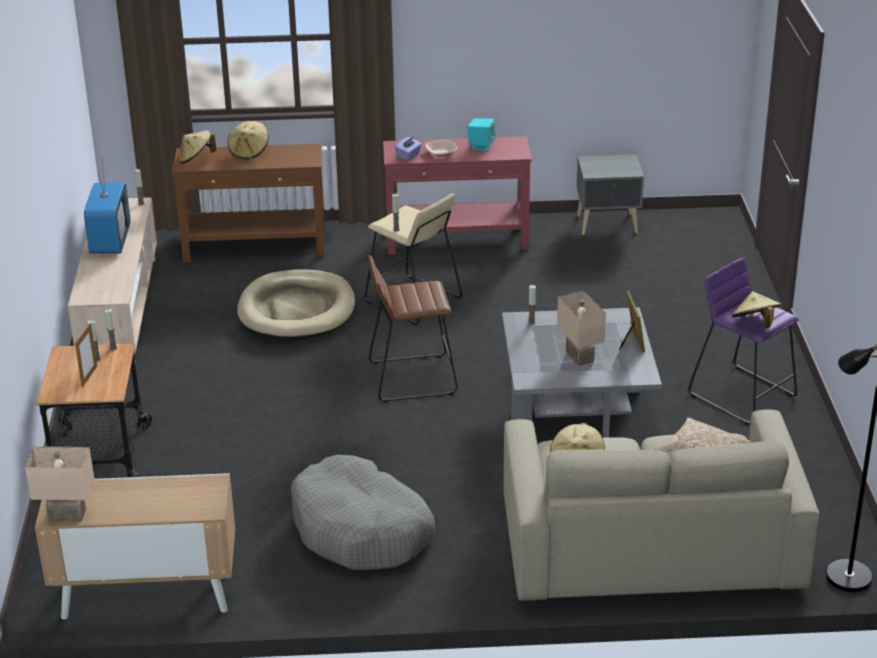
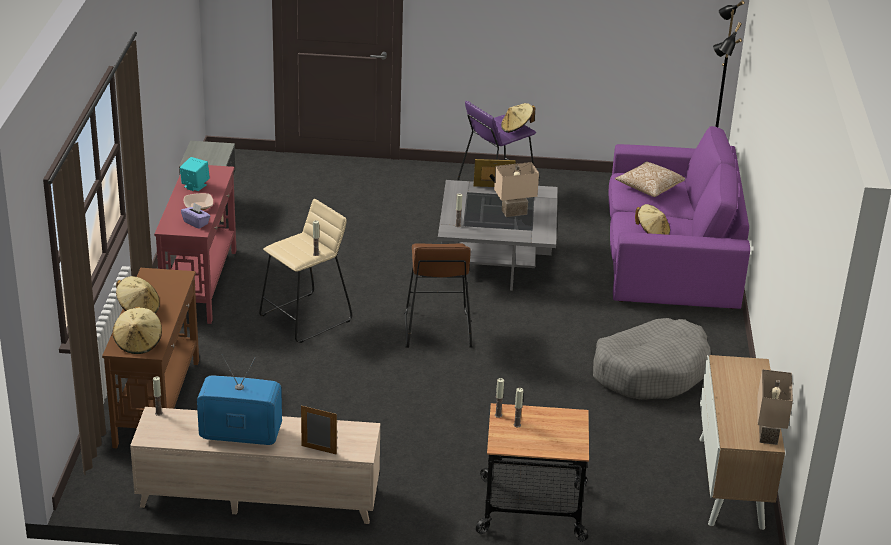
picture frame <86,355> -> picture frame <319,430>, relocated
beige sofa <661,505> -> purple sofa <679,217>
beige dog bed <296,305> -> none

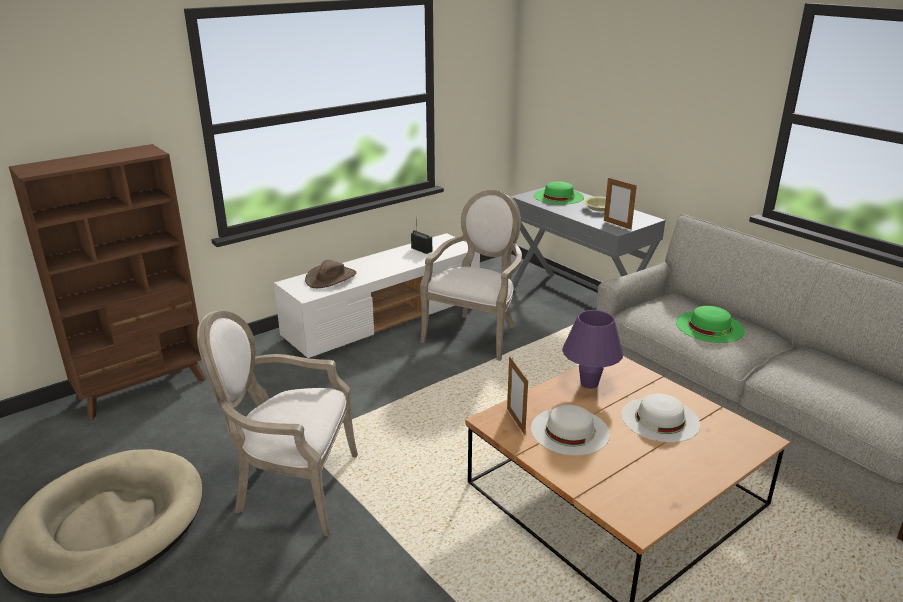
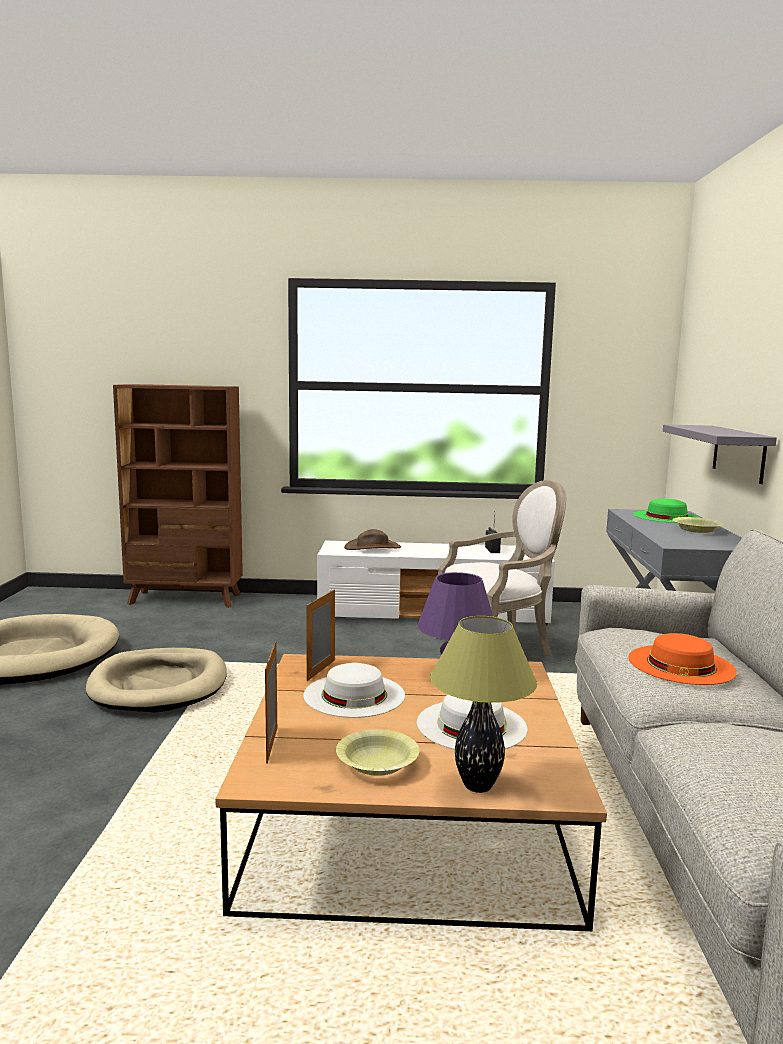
armchair <277,423> -> beige dog bed <156,680>
picture frame <620,204> -> picture frame <271,703>, relocated
none -> yellow bowl <377,752>
none -> table lamp <483,704>
green hat <710,324> -> orange hat <683,659>
none -> grey shelf <720,454>

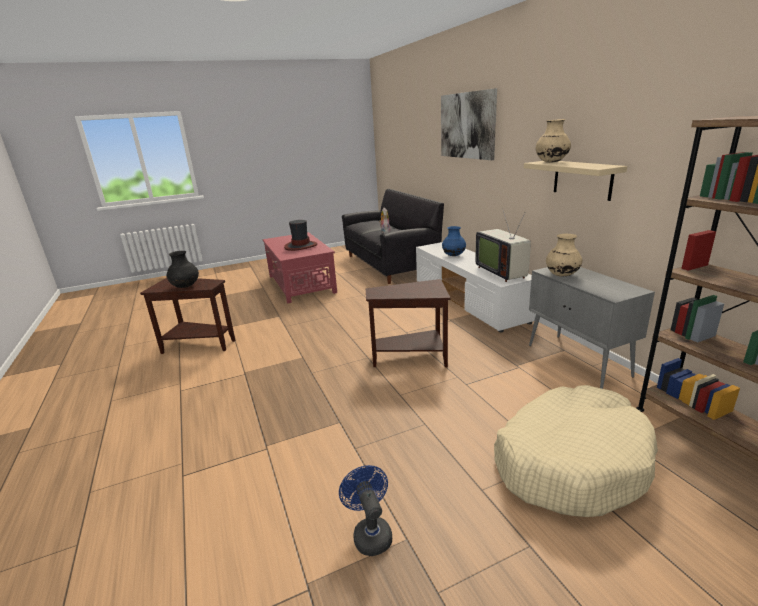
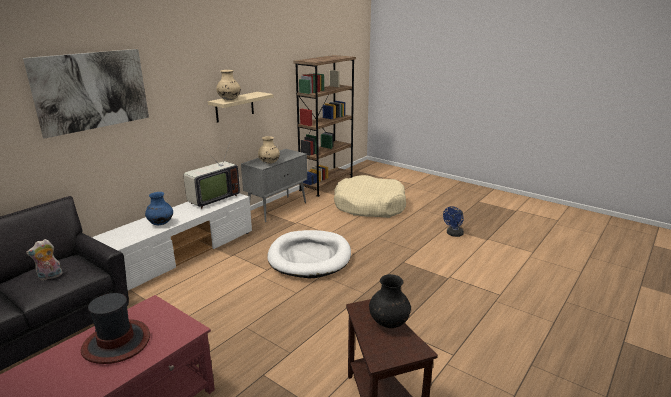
brown side table <408,323> -> white dog bed <309,254>

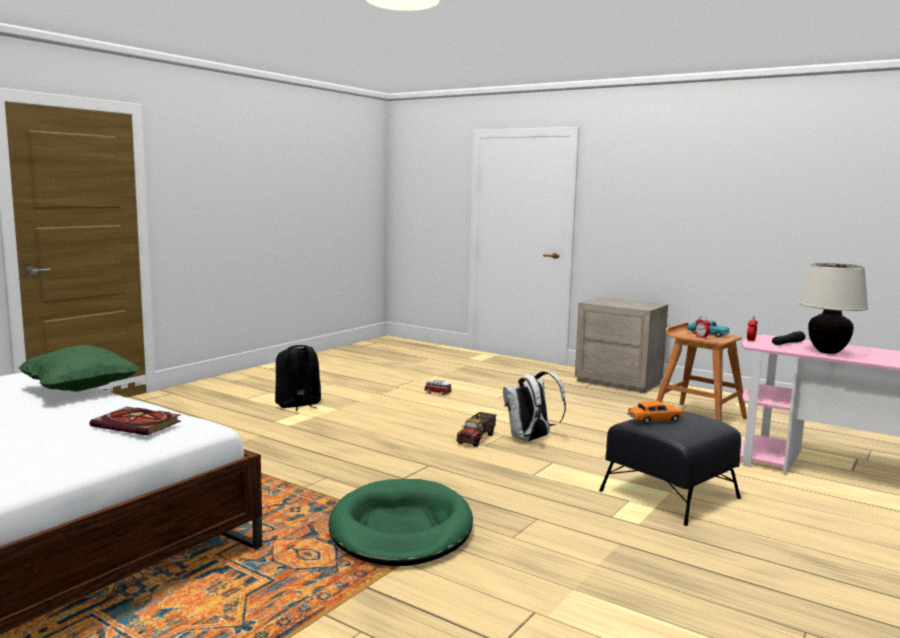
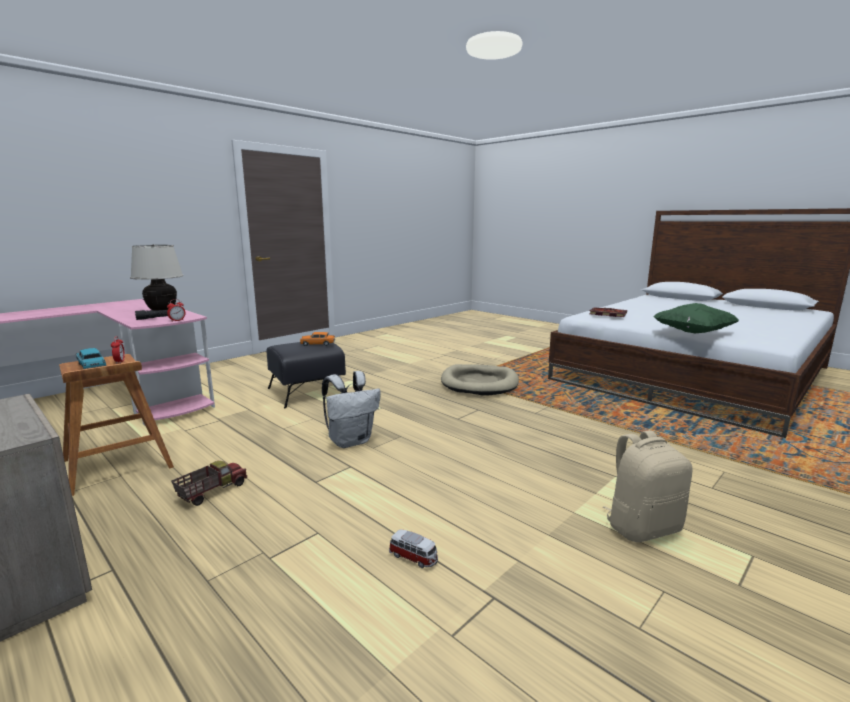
toy truck <476,429> -> toy truck <209,483>, relocated
green dog bed <401,522> -> beige dog bed <480,380>
black backpack <298,378> -> beige backpack <647,486>

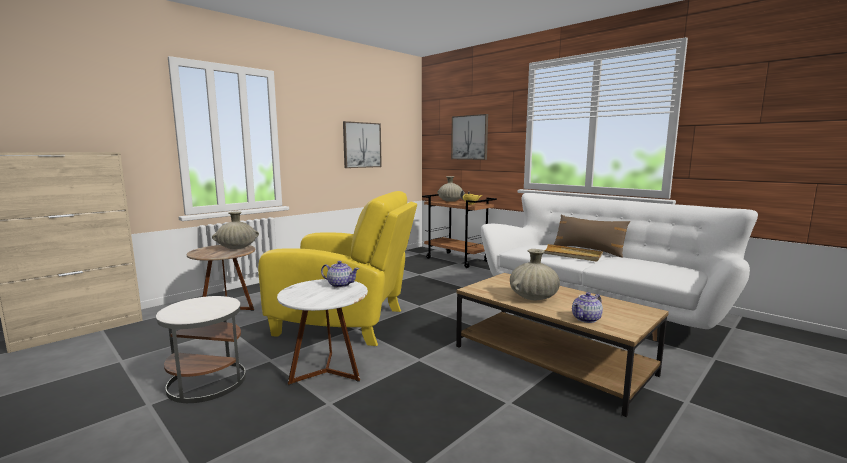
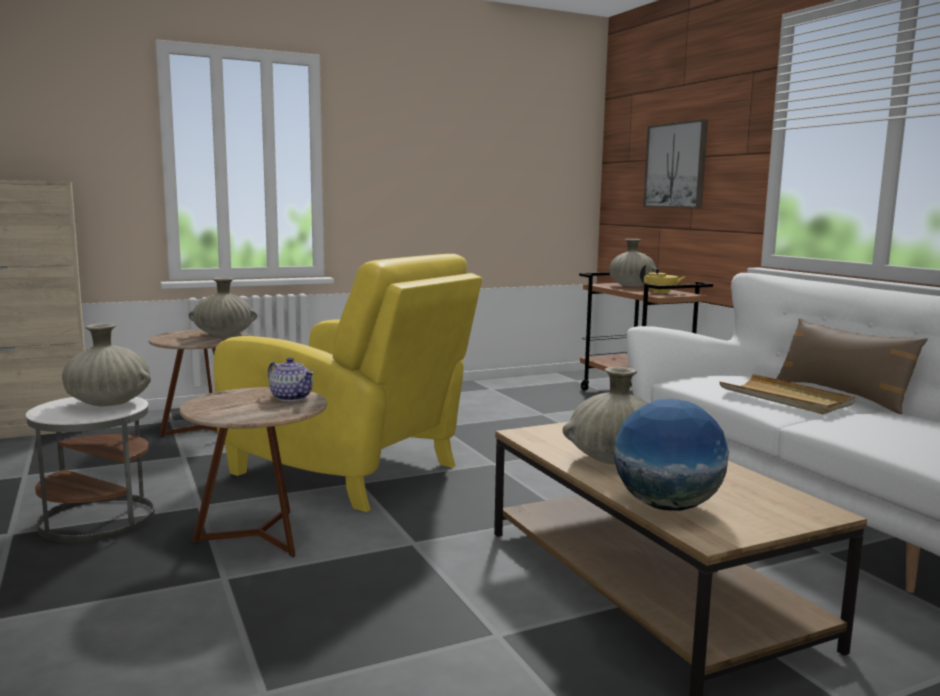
none -> beige vase <106,364>
white side table <322,332> -> brown side table <253,472>
teapot <587,307> -> globe <671,454>
picture <362,144> -> none

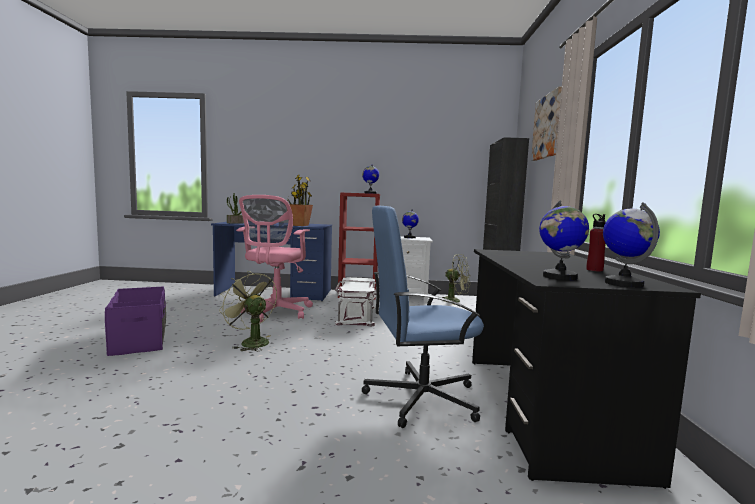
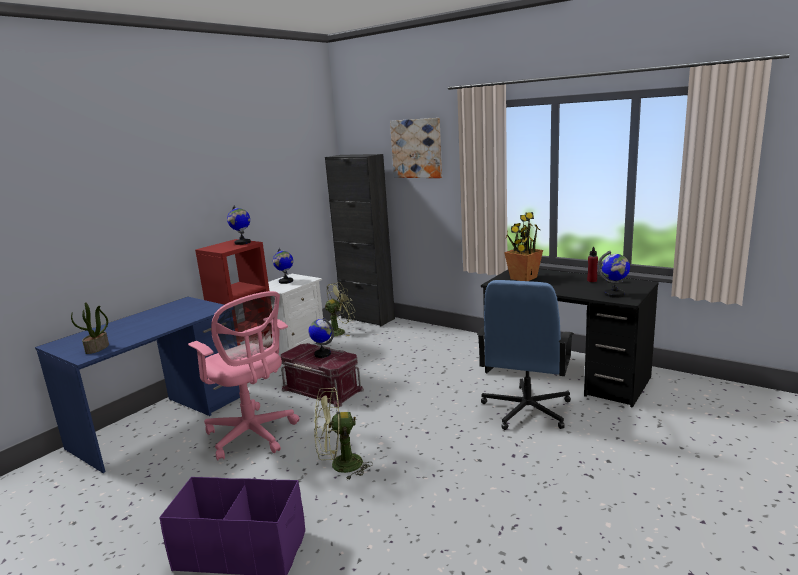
white storage box <357,302> -> red storage box <322,375>
globe <631,245> -> globe <321,338>, relocated
potted plant <300,200> -> potted plant <523,246>, relocated

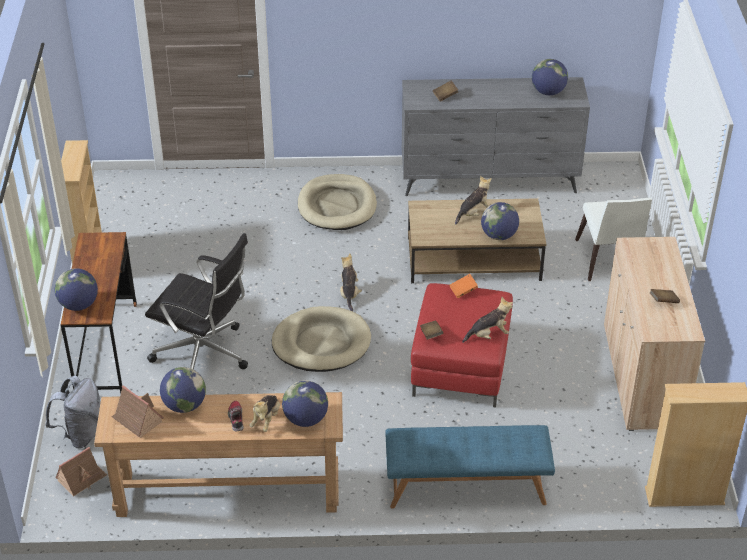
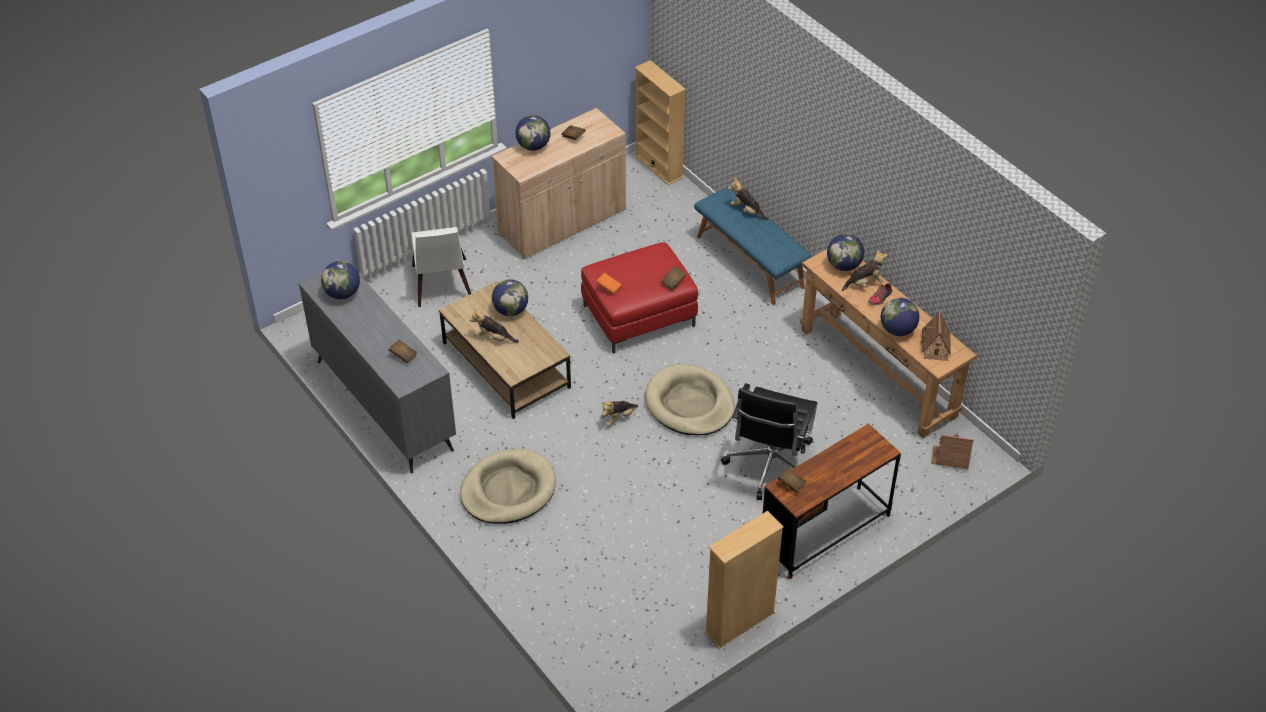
white chair <613,239> -> white chair <441,267>, 120 degrees clockwise
globe <76,289> -> globe <533,133>, relocated
black office chair <196,301> -> black office chair <769,441>, 150 degrees counterclockwise
plush toy <487,320> -> plush toy <748,199>, relocated
none -> brown book <792,480>
grey backpack <73,412> -> none

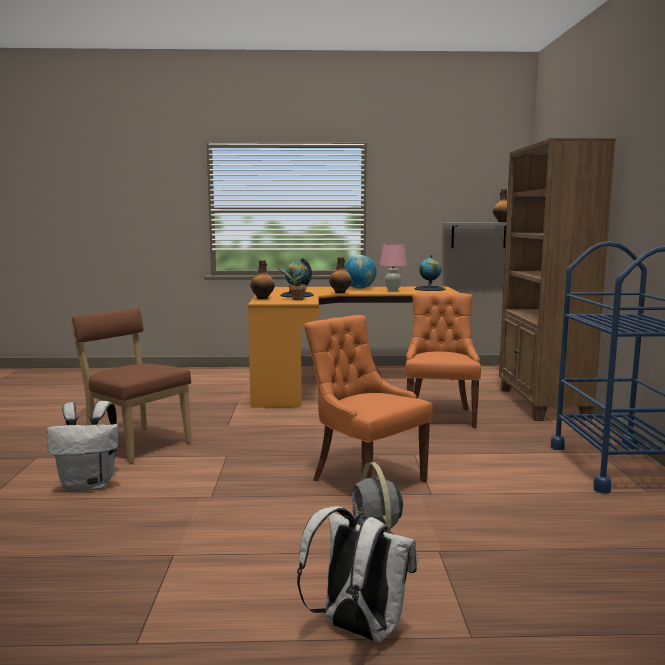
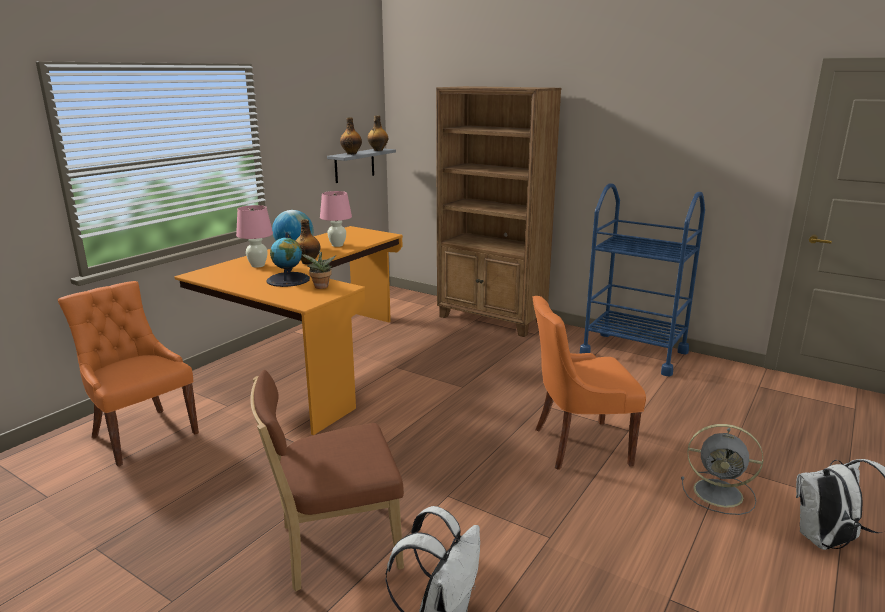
orange chair <443,360> -> orange chair <128,374>, relocated
none -> pink table lamp <254,236>
bottle <262,279> -> bottle <351,136>, relocated
globe <429,273> -> none

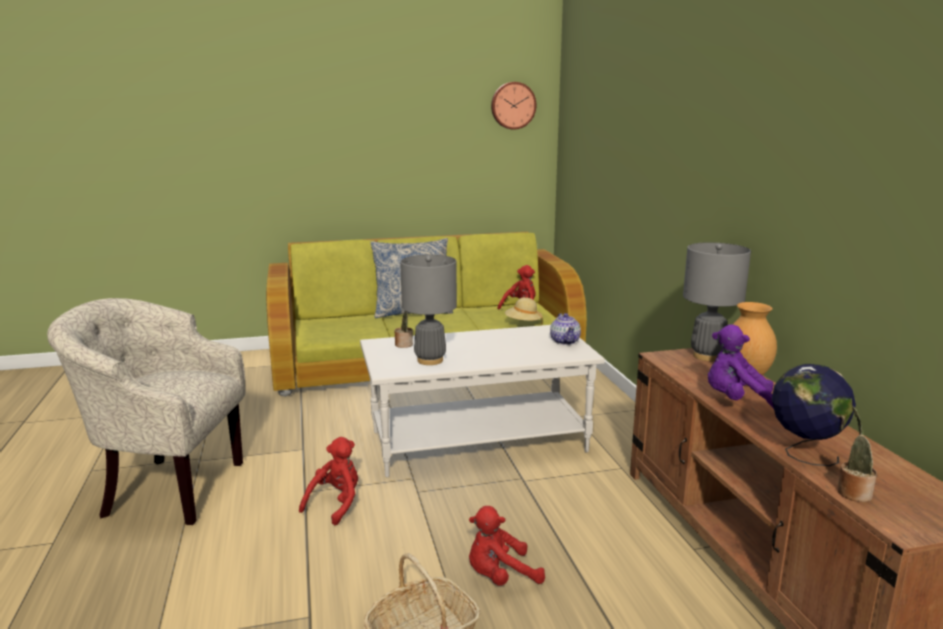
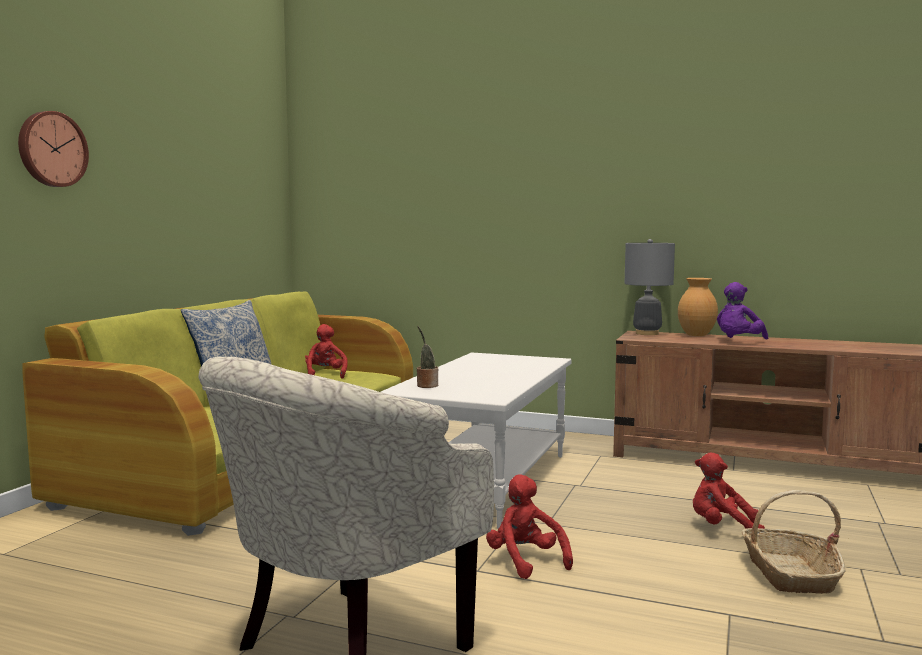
wall clock <513,106> -> wall clock <53,149>, relocated
red plush toy <507,546> -> red plush toy <729,491>, 90 degrees clockwise
grey table lamp <428,310> -> none
beige hat <523,311> -> none
teapot <565,329> -> none
globe <814,415> -> none
potted plant <857,454> -> none

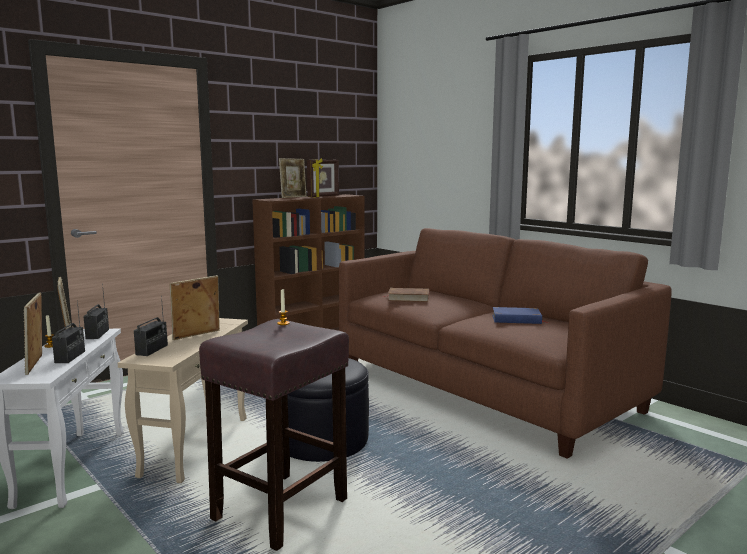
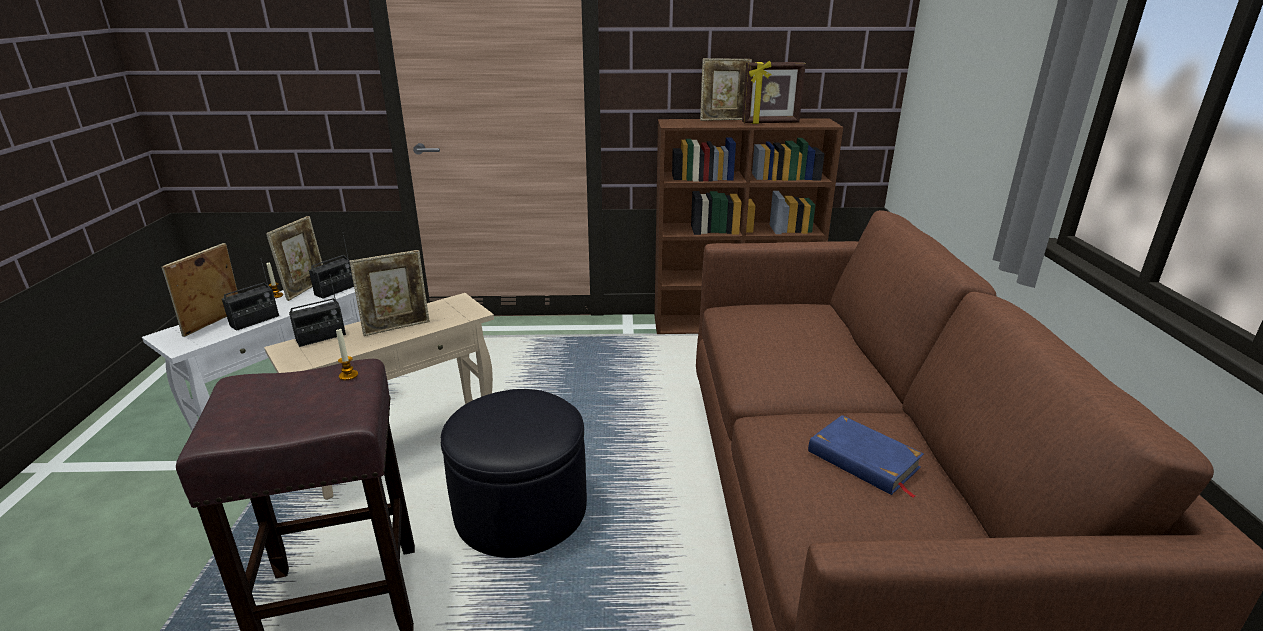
picture frame <194,307> -> picture frame <389,293>, 150 degrees clockwise
brown book <408,295> -> none

